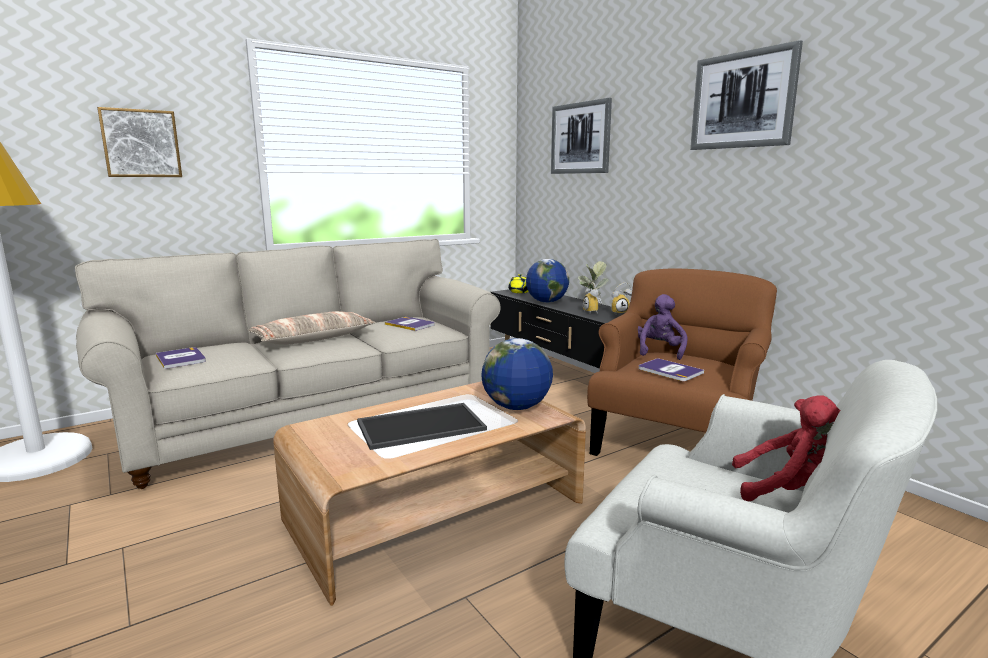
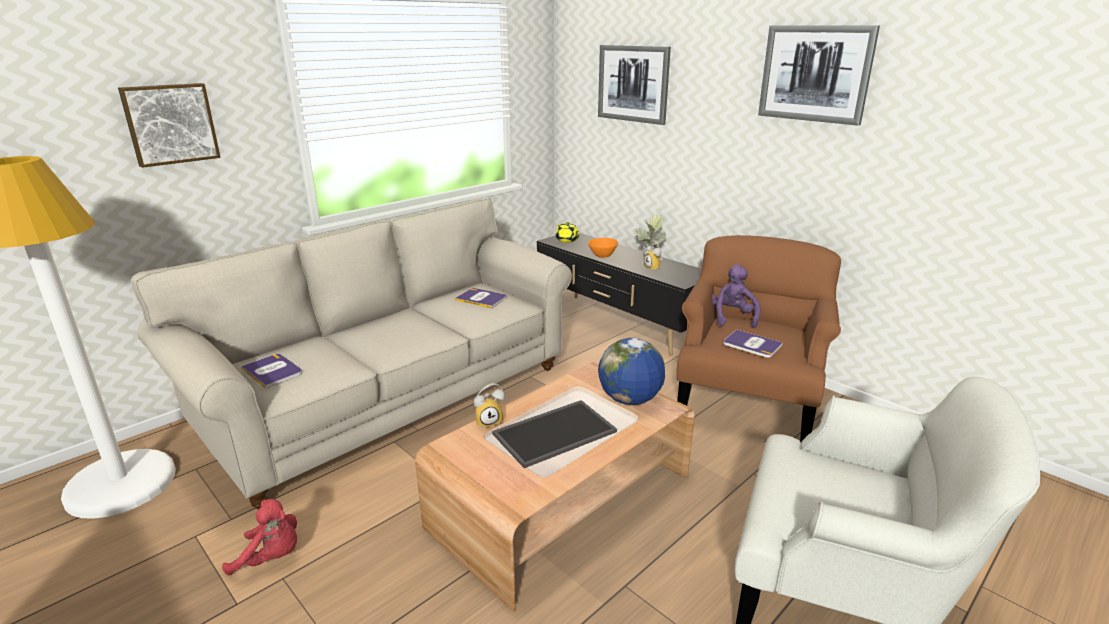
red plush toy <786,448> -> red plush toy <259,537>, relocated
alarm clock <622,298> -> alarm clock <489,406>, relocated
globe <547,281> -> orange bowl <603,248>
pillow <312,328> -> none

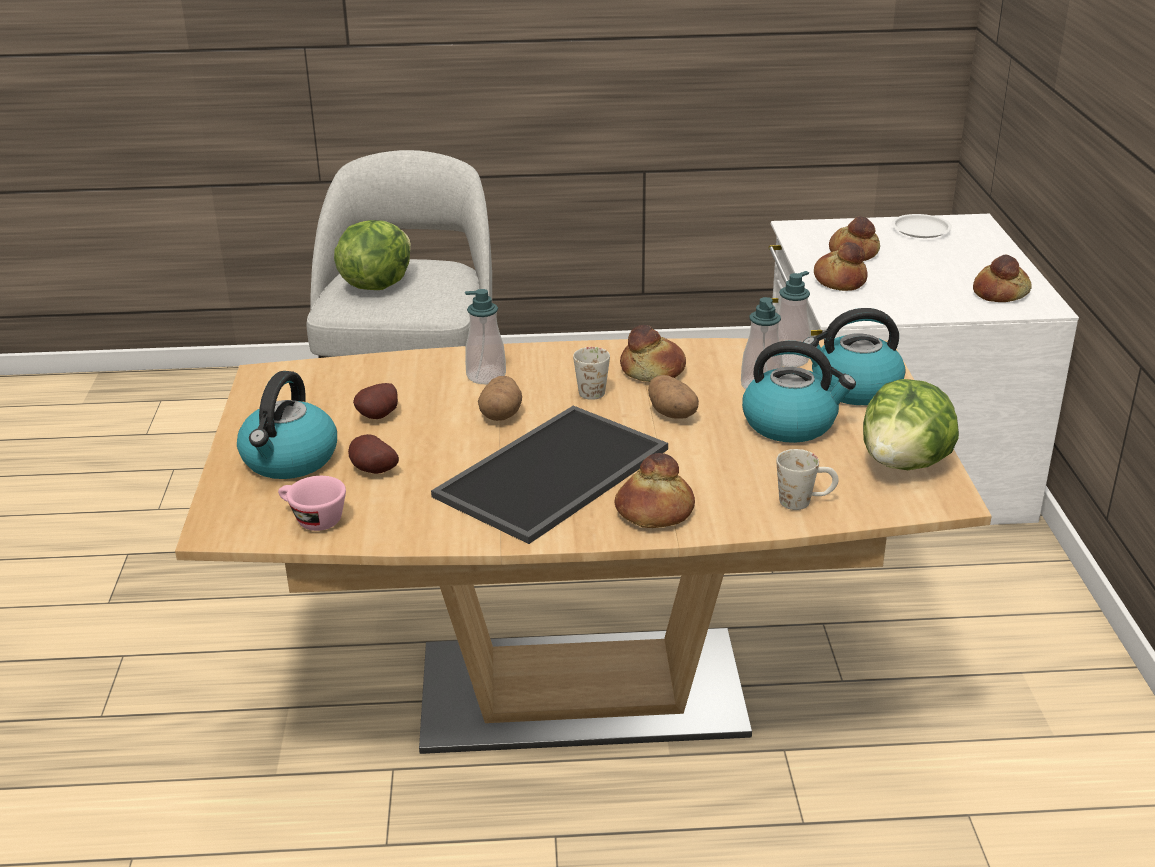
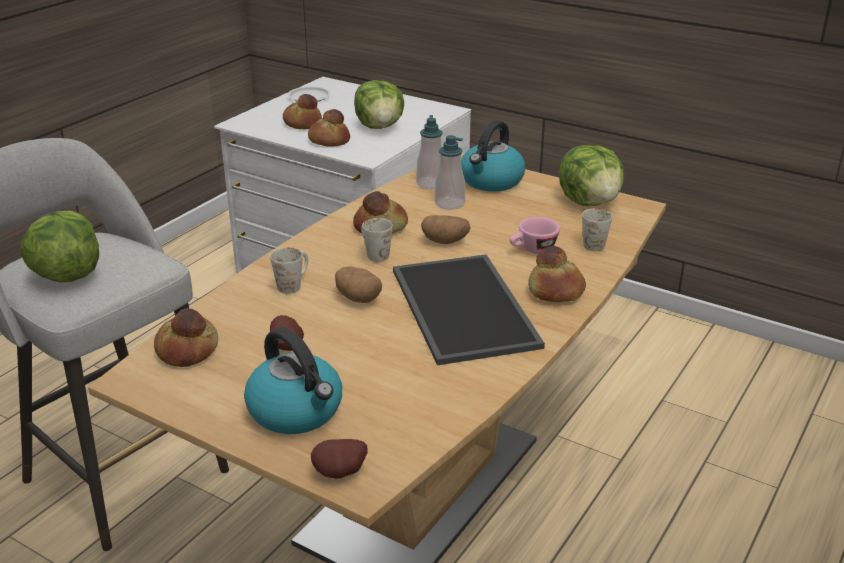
bread <1002,278> -> bread <186,337>, relocated
soap dispenser <485,336> -> white mug <289,270>
potato <373,454> -> potato <339,458>, relocated
none -> lettuce <379,104>
pink cup <312,503> -> pink cup <535,235>, relocated
kettle <799,392> -> none

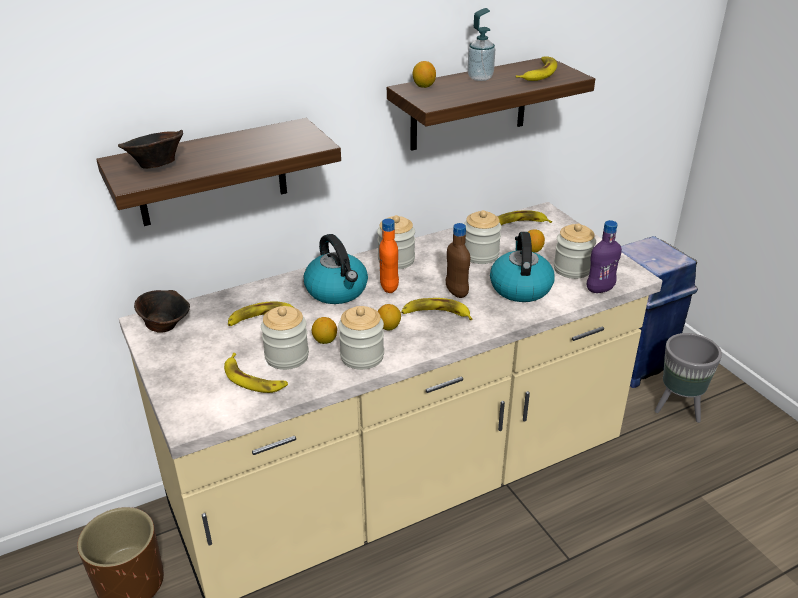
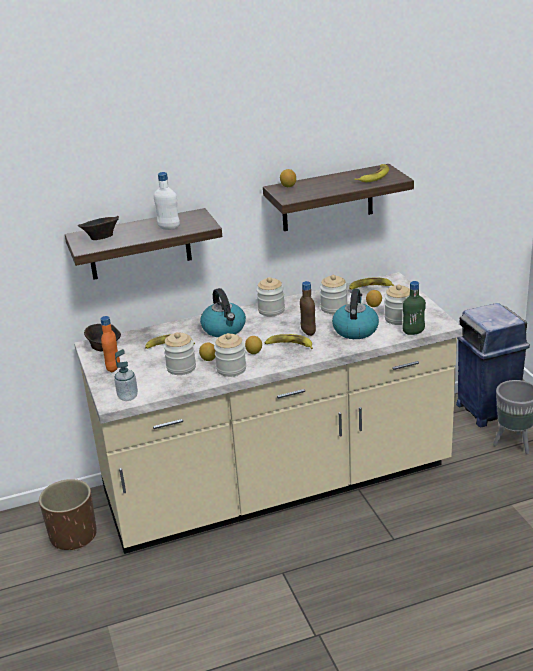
orange bottle <389,255> -> orange bottle <110,344>, relocated
soap dispenser <481,44> -> soap dispenser <126,375>, relocated
none -> white bottle <167,201>
purple bottle <604,256> -> green bottle <414,308>
banana <256,373> -> none

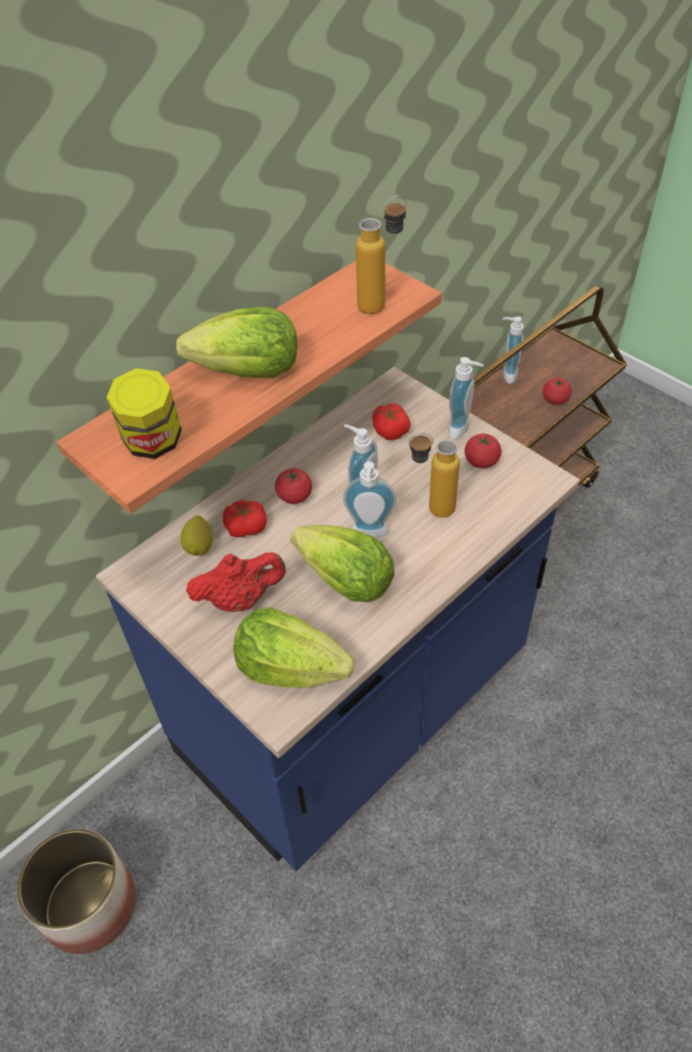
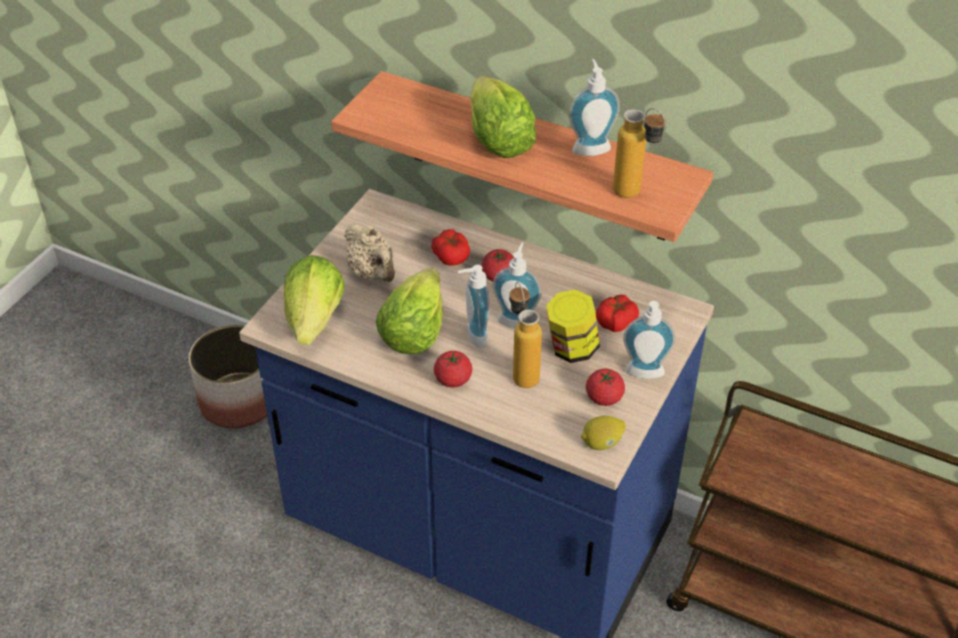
red teapot <236,582> -> beige teapot <369,253>
tomato <557,391> -> tomato <453,369>, relocated
jar <144,413> -> jar <573,326>, relocated
soap dispenser <513,350> -> soap dispenser <594,107>, relocated
lemon <196,535> -> lemon <603,433>, relocated

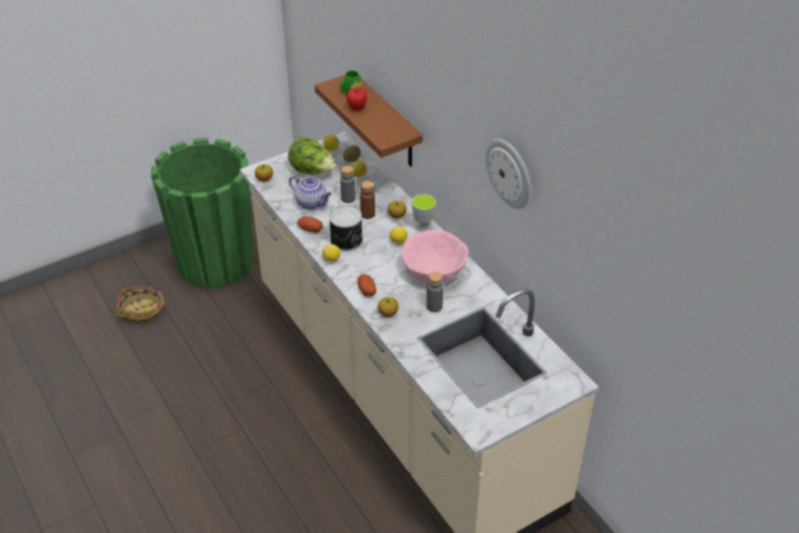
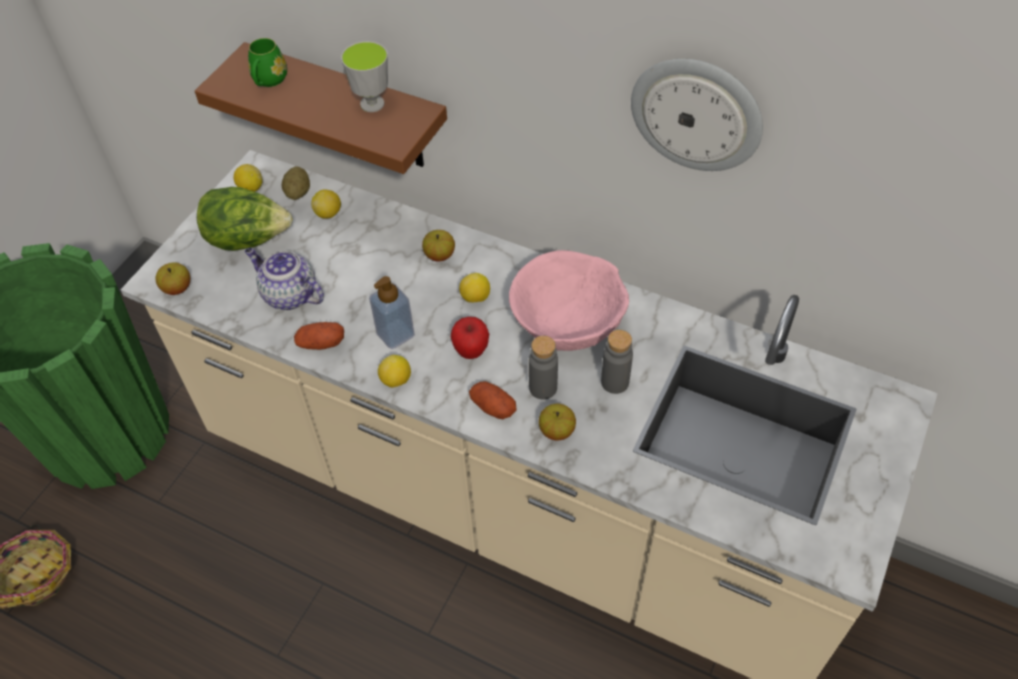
teapot <310,193> -> teapot <284,279>, 150 degrees counterclockwise
cup <423,212> -> cup <364,76>, relocated
can <346,228> -> soap dispenser <392,312>
apple <357,99> -> apple <470,338>, relocated
grey bottle <348,184> -> grey bottle <543,368>, relocated
brown bottle <367,200> -> none

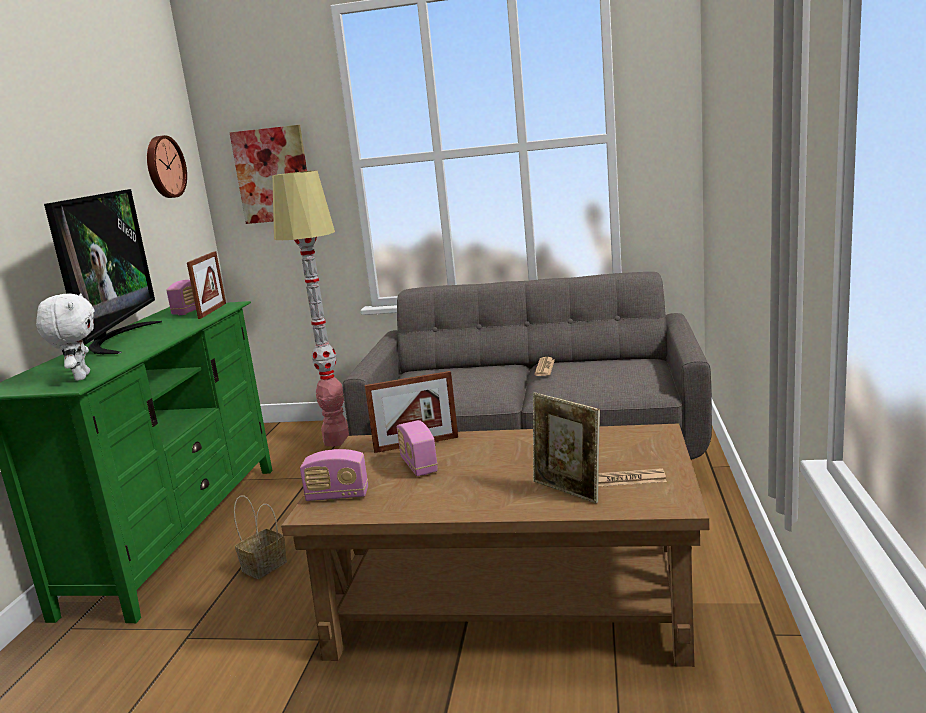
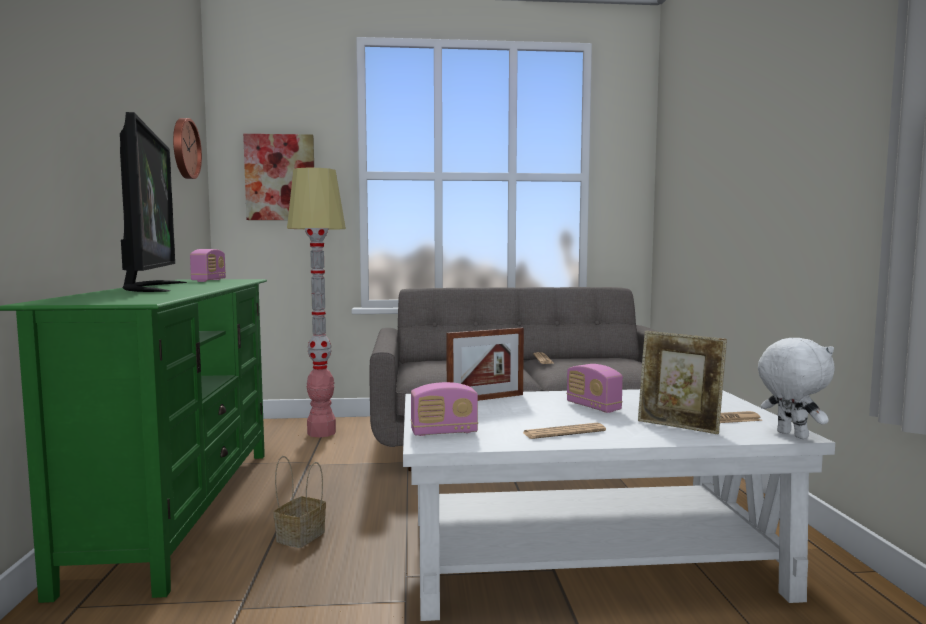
brown coffee table <495,545> -> white coffee table <619,505>
none -> newspaper <564,431>
radio <417,448> -> radio <594,388>, relocated
white plush toy <65,337> -> white plush toy <796,388>, relocated
picture frame <206,285> -> none

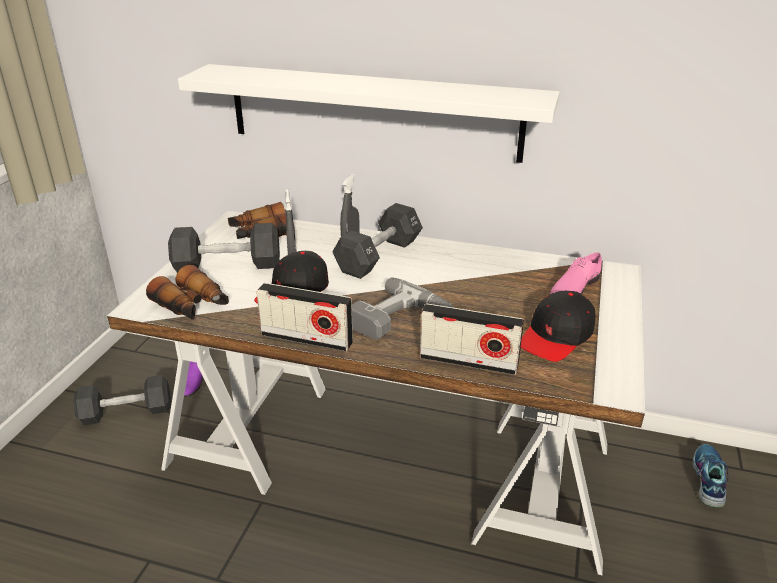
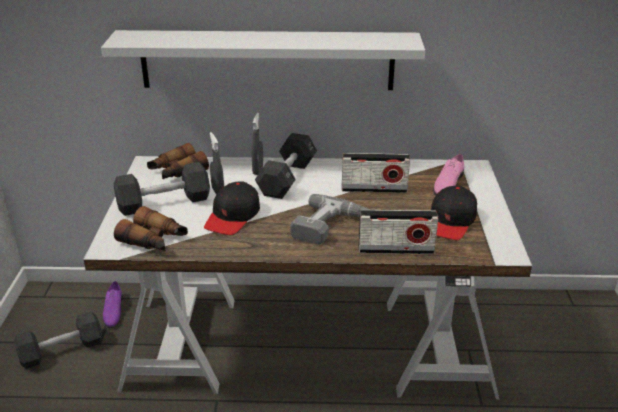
radio <304,317> -> radio <376,173>, relocated
shoe <710,476> -> none

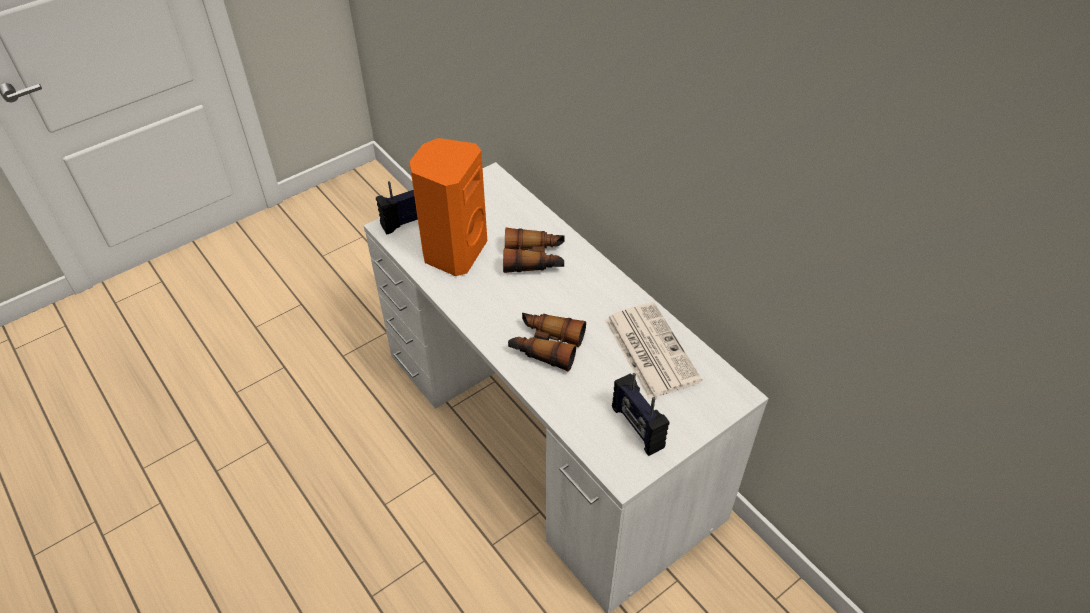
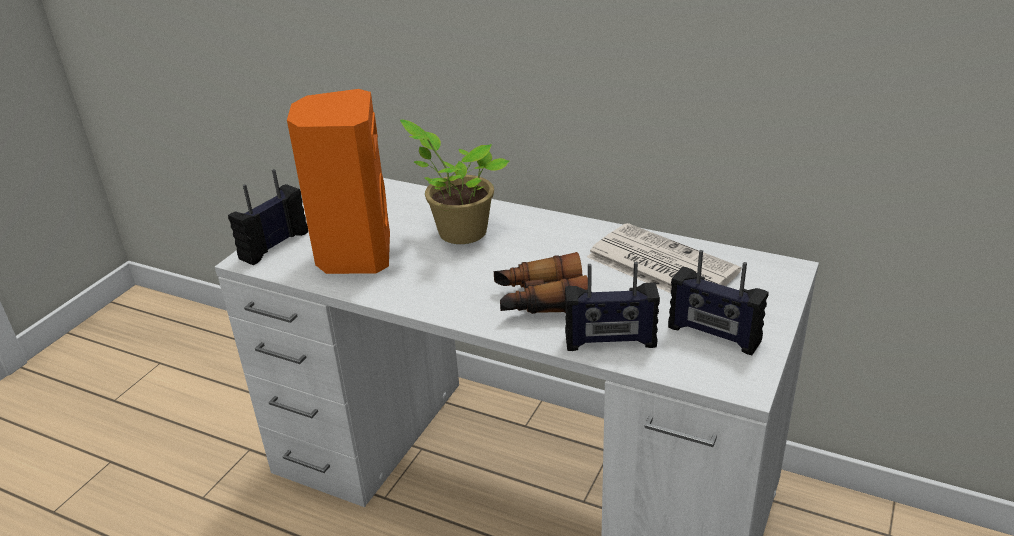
binoculars <534,250> -> potted plant <454,181>
none -> radio <612,306>

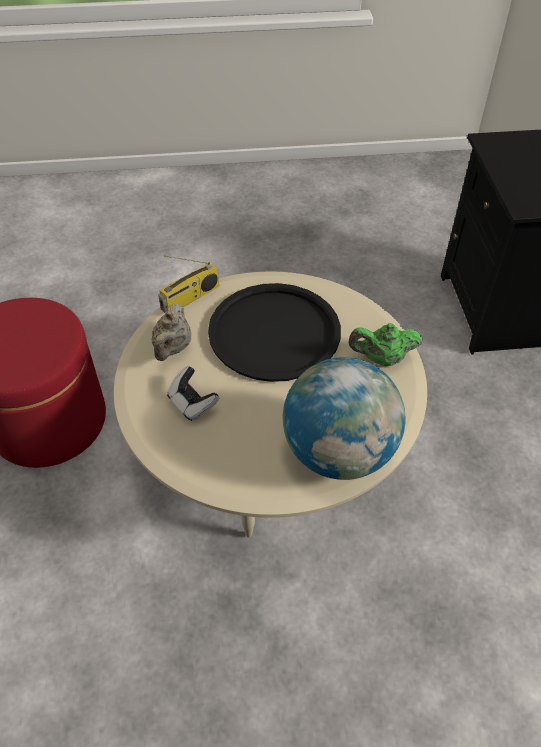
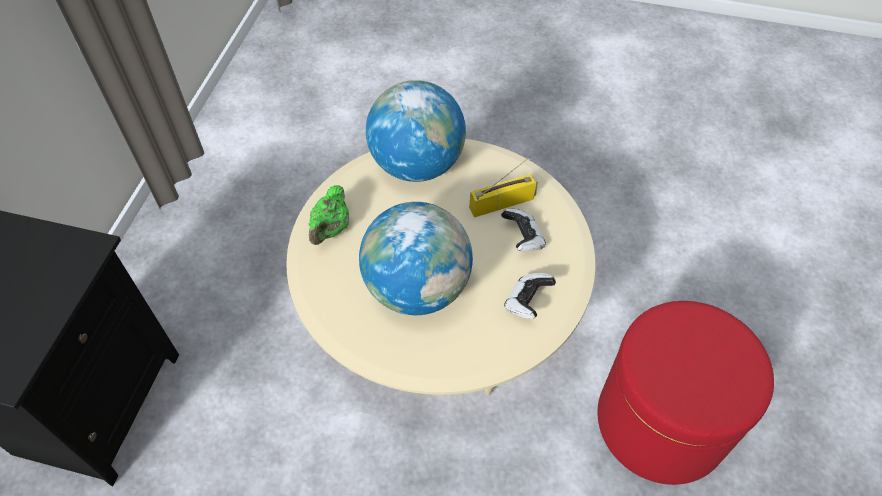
green teapot <385,344> -> green teapot <329,215>, 90 degrees clockwise
black tray <274,332> -> globe <416,258>
radio <188,284> -> radio <503,187>, relocated
beige teapot <171,332> -> game controller <530,296>

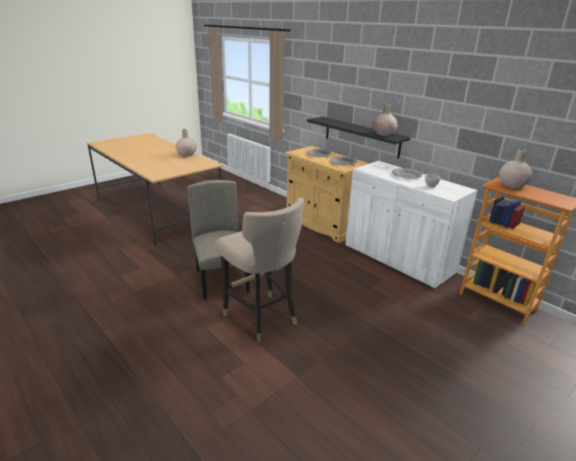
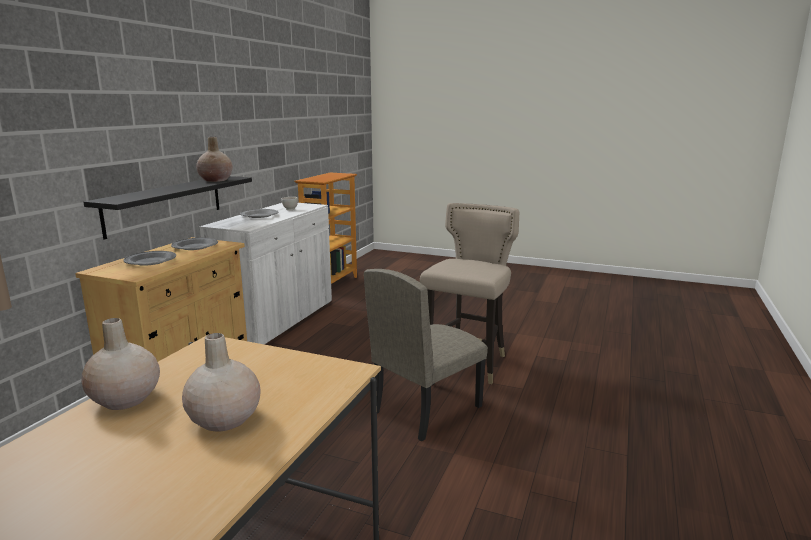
beige vase <515,168> -> beige vase <221,382>, relocated

